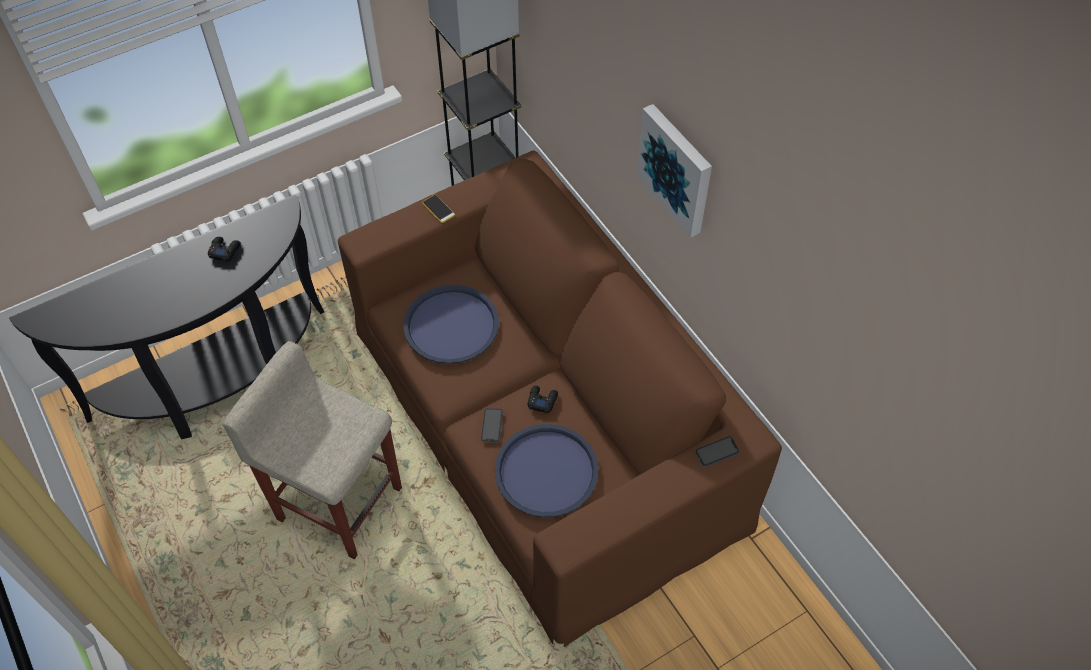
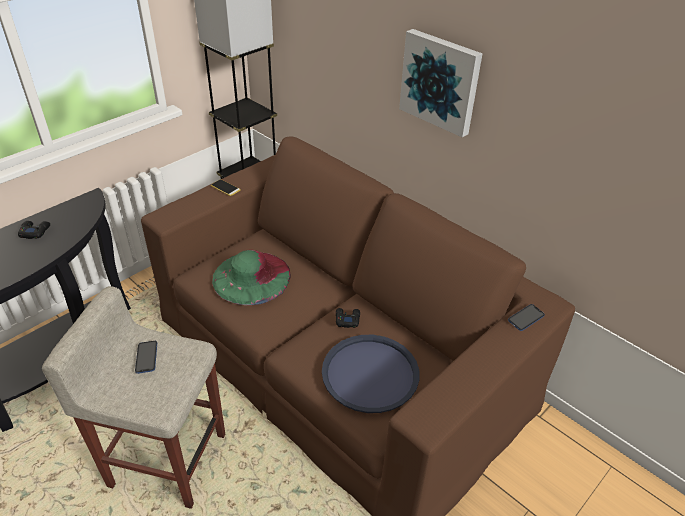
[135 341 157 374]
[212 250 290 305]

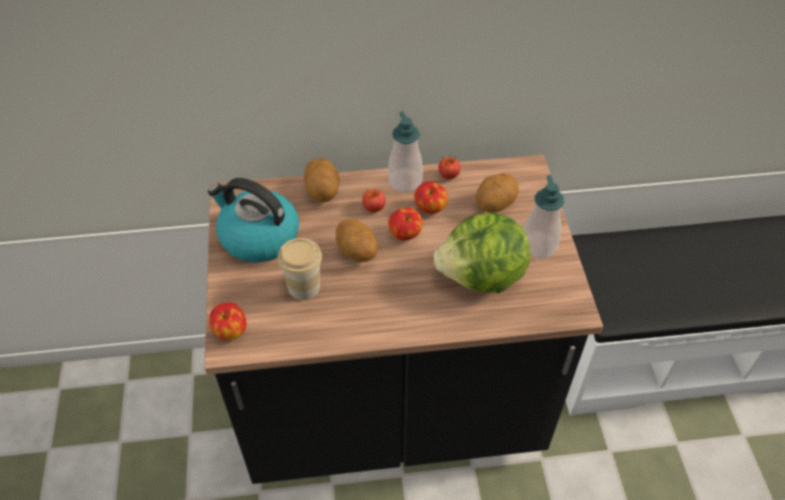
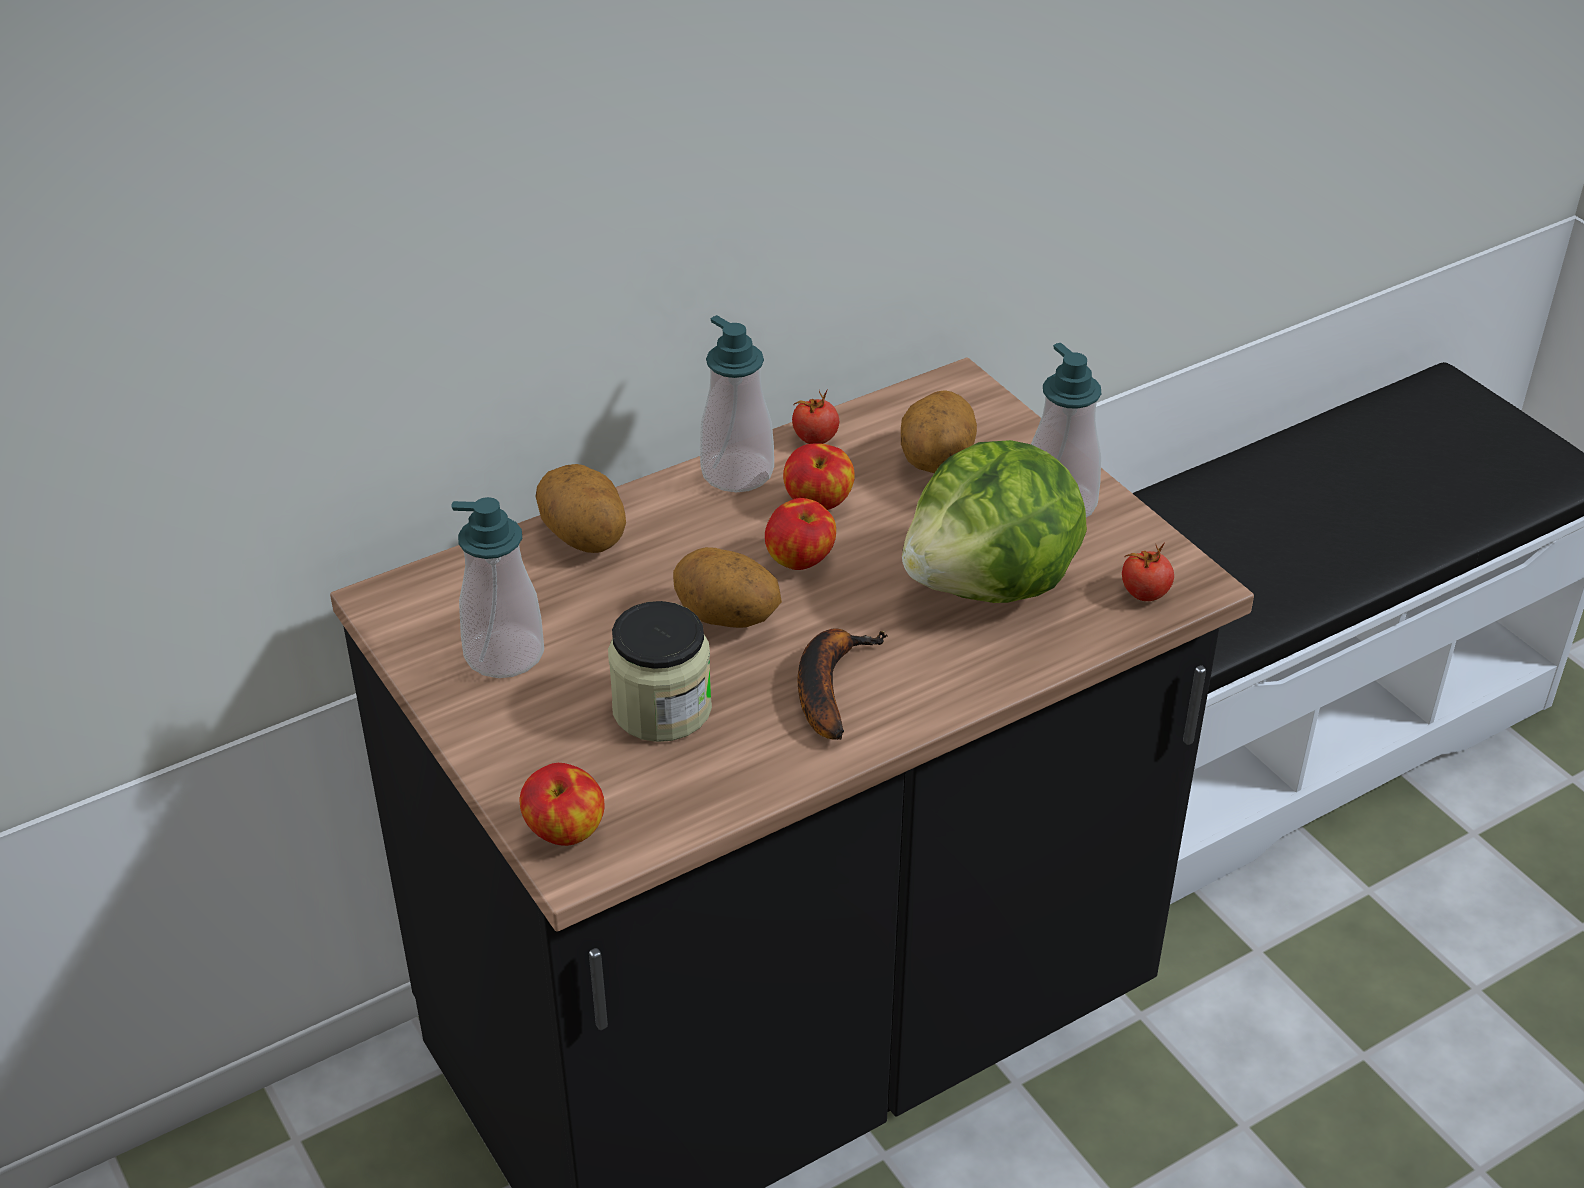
[452 497 544 678]
[608 601 712 742]
[798 628 888 740]
[1122 542 1174 601]

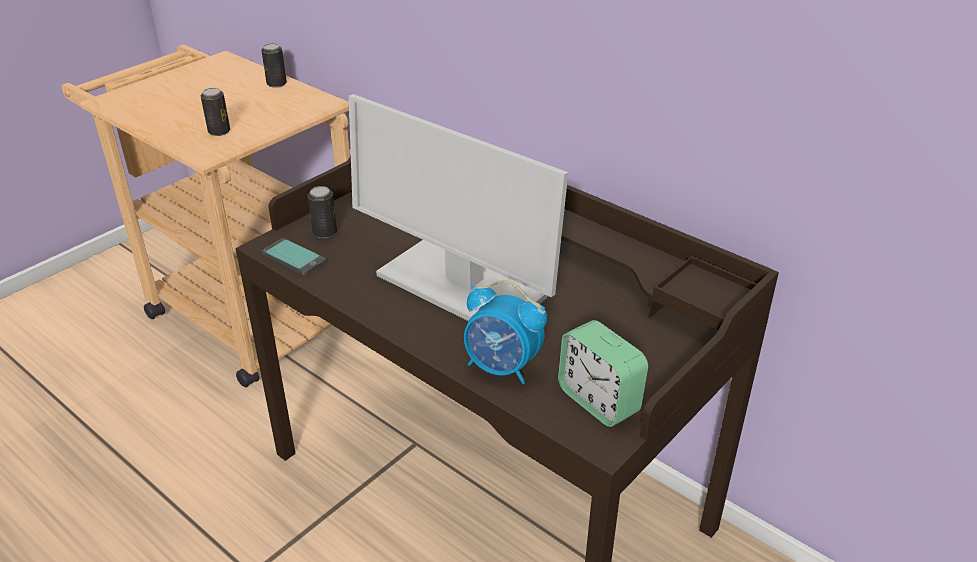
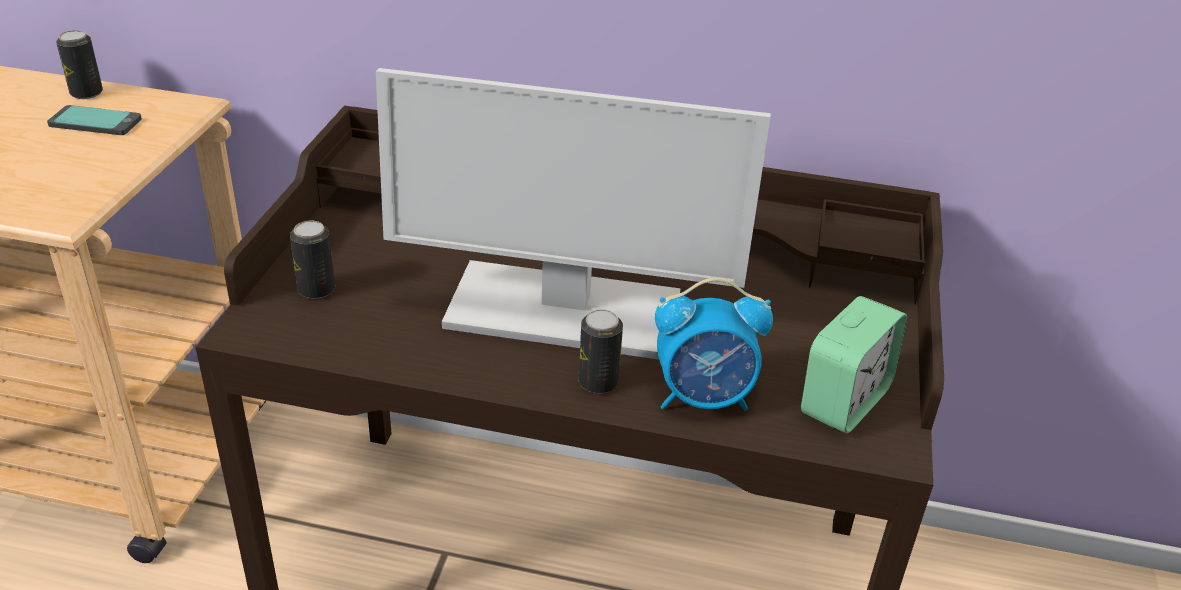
[47 105 142 135]
[579 309 623 394]
[801 296 907 434]

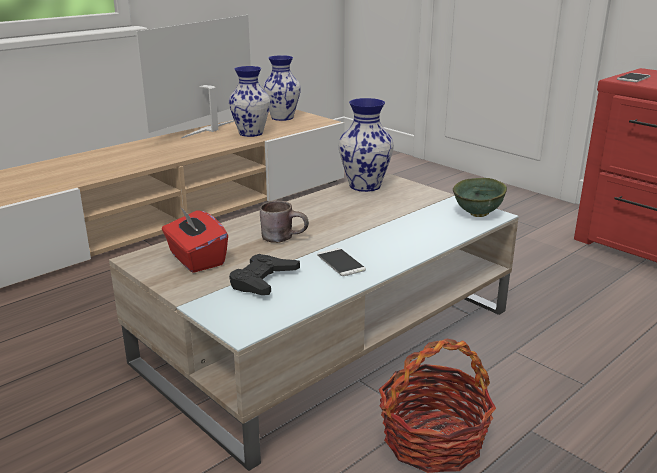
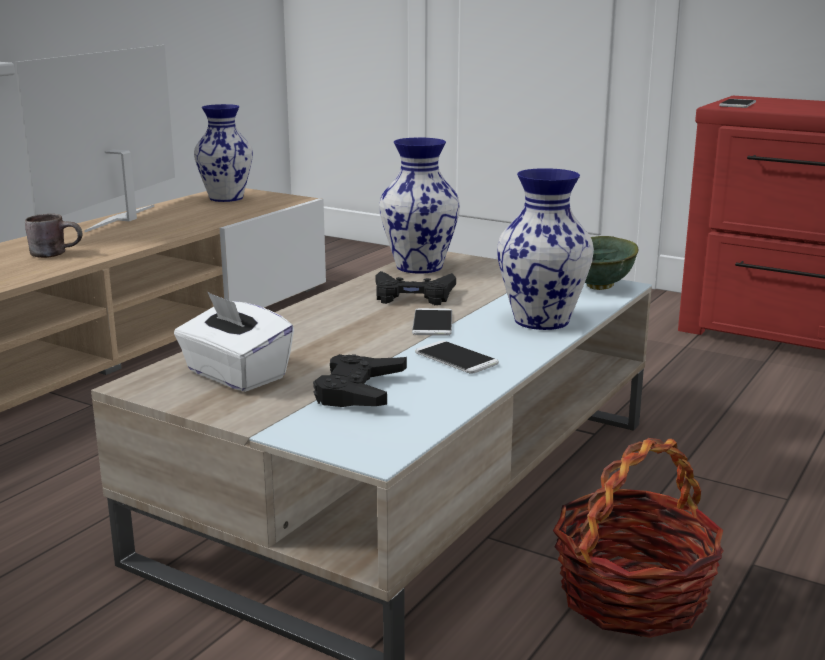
[25 214 83 258]
[174 291 294 392]
[375 271 456 305]
[412 308 452 336]
[497 168 594 330]

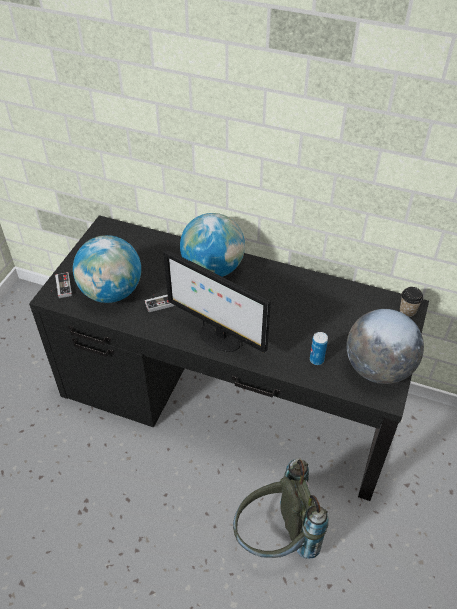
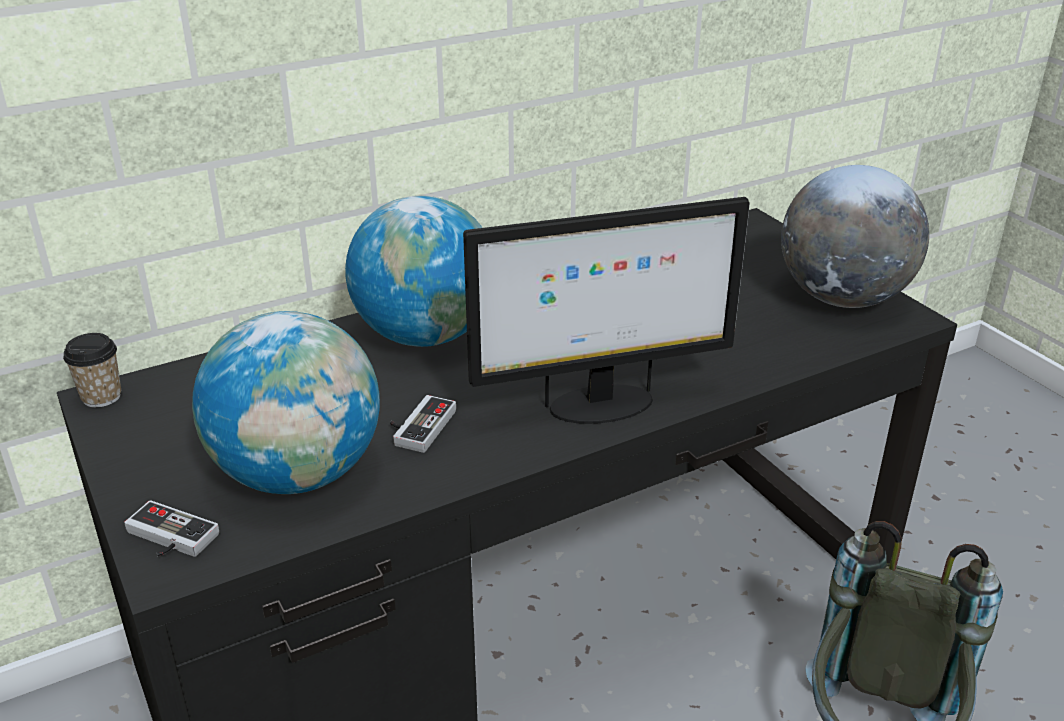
[63 333 121 408]
[310 332 328 365] (first image)

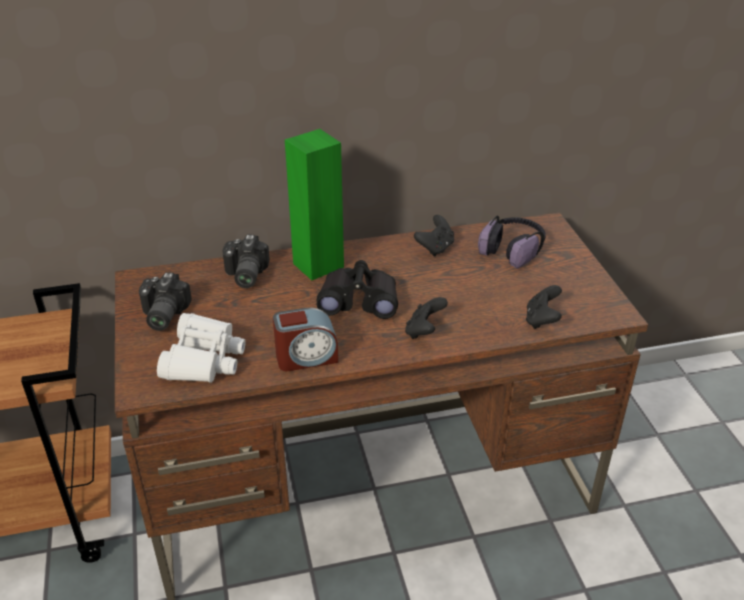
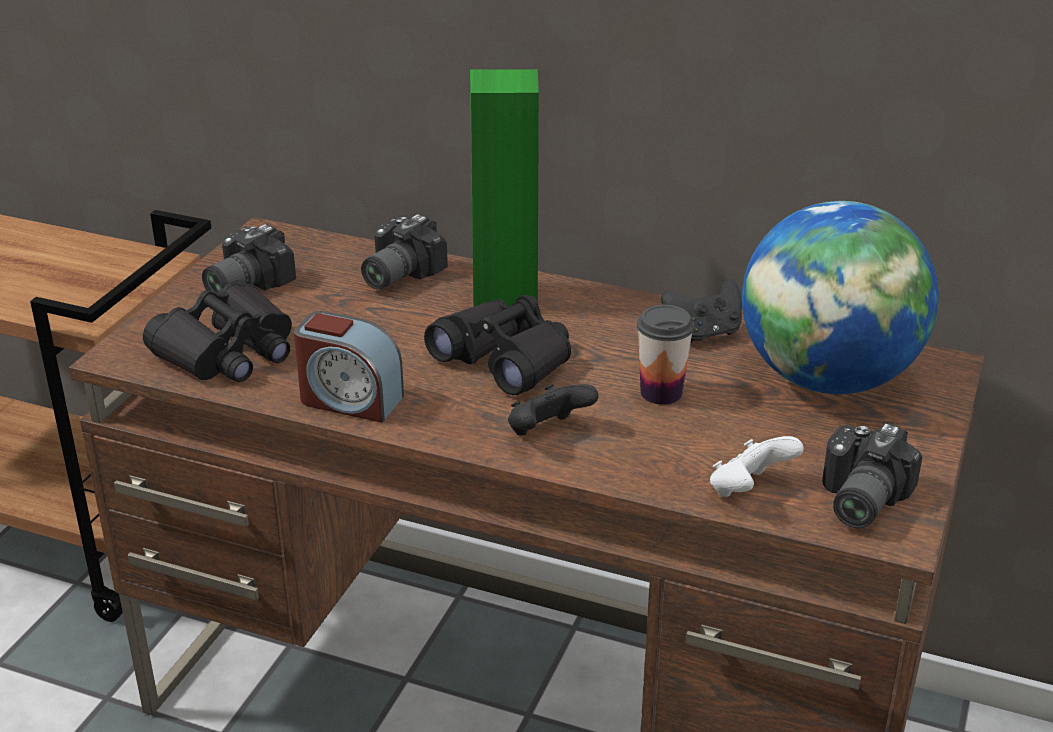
[143 280 292 382]
[637 305 694 405]
[710 436 804 497]
[742 201 939 394]
[822 423 922 528]

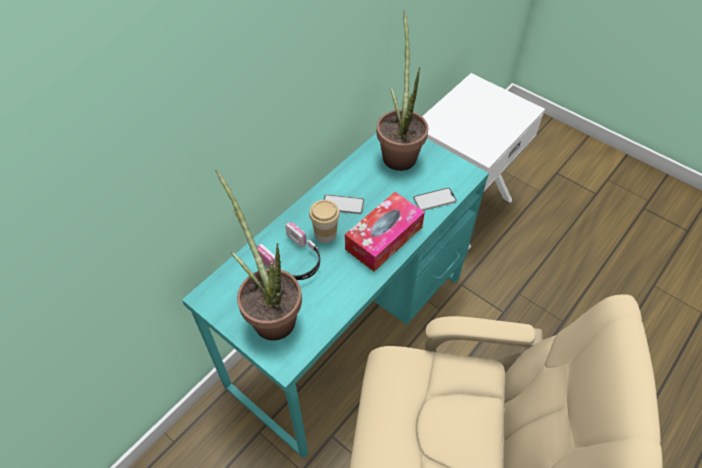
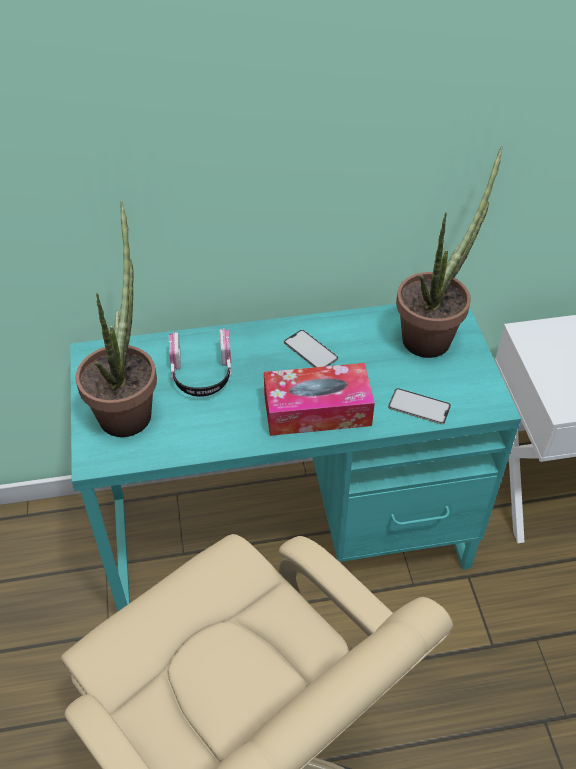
[309 200 340 243] (first image)

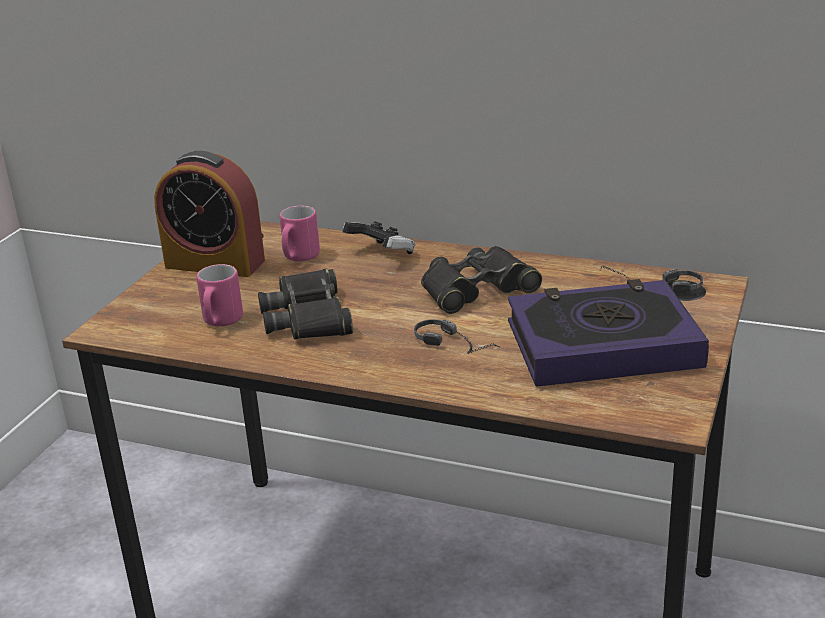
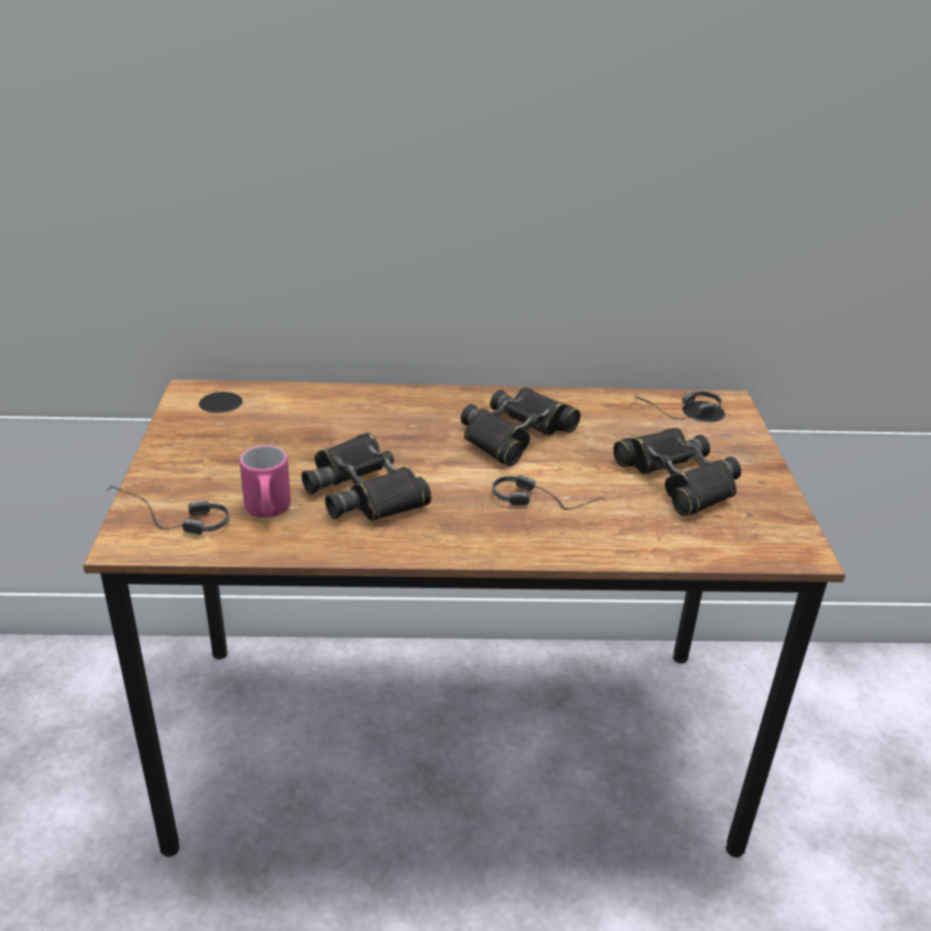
[106 486 230 534]
[613 428 741 517]
[154 151 265 277] (first image)
[280 206 320 261] (first image)
[342 222 415 254] (first image)

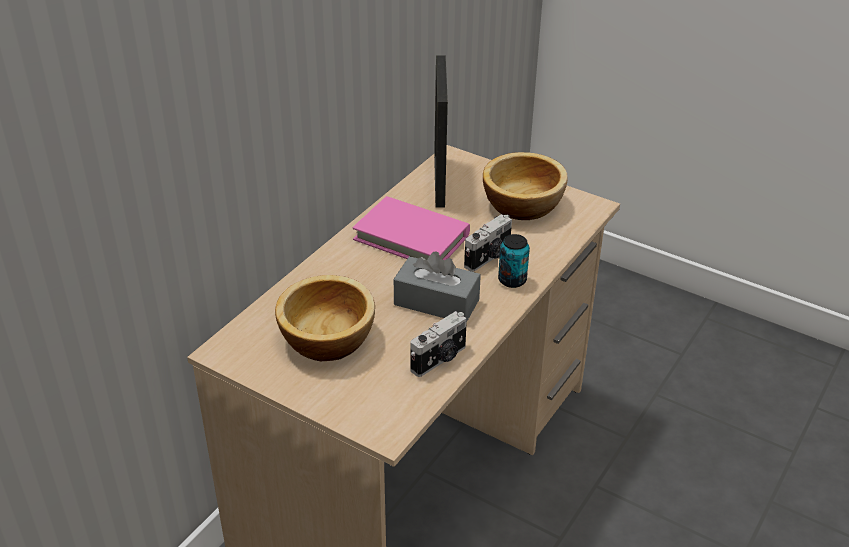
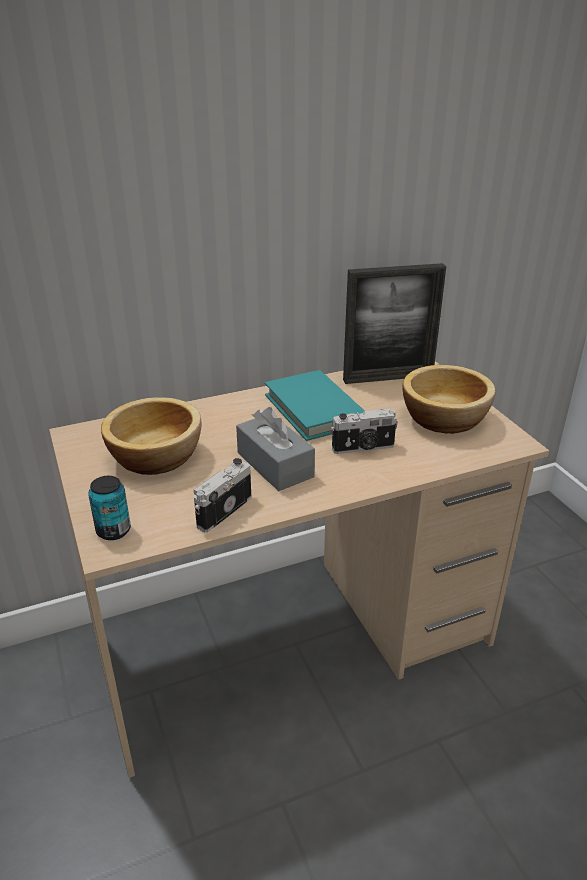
[88 476 131 540]
[194 458 251 532]
[265 370 364 441]
[343 263 446 384]

